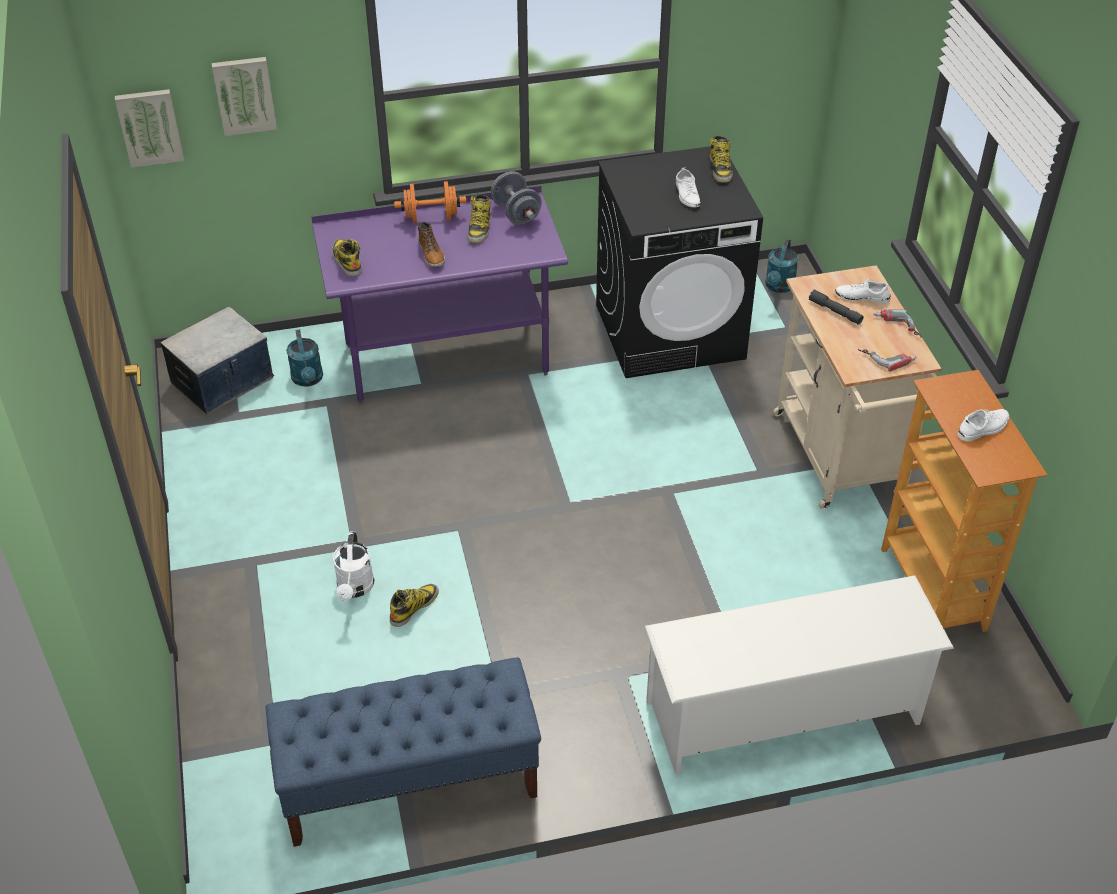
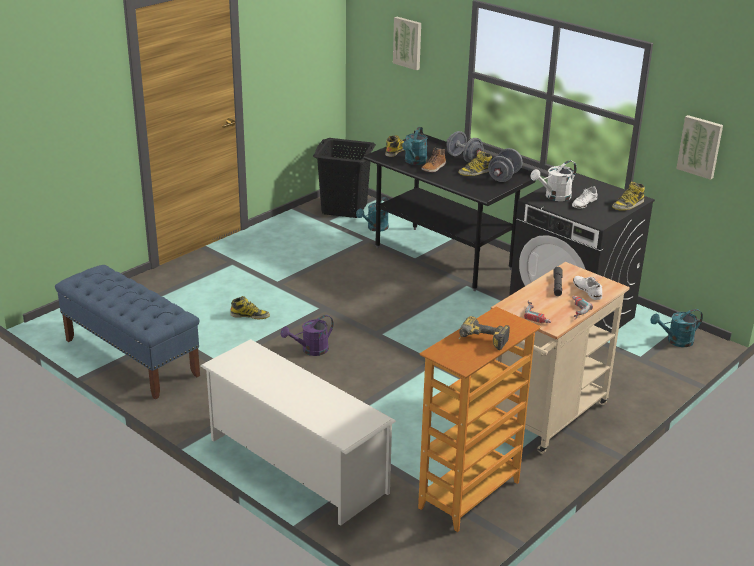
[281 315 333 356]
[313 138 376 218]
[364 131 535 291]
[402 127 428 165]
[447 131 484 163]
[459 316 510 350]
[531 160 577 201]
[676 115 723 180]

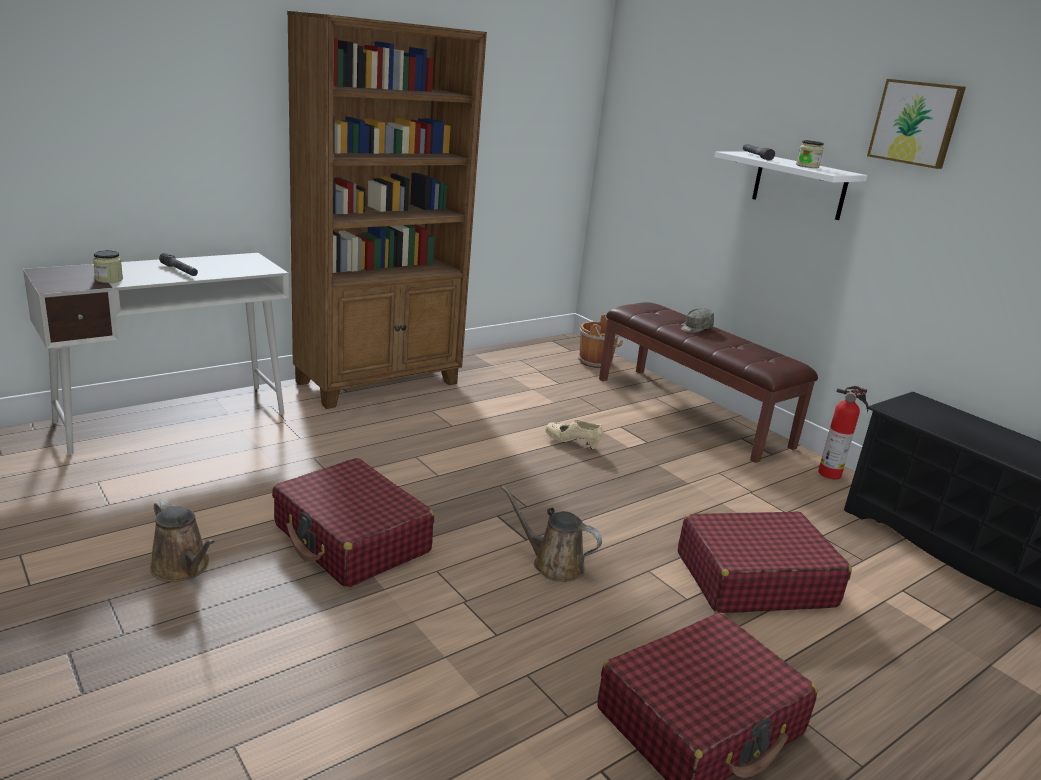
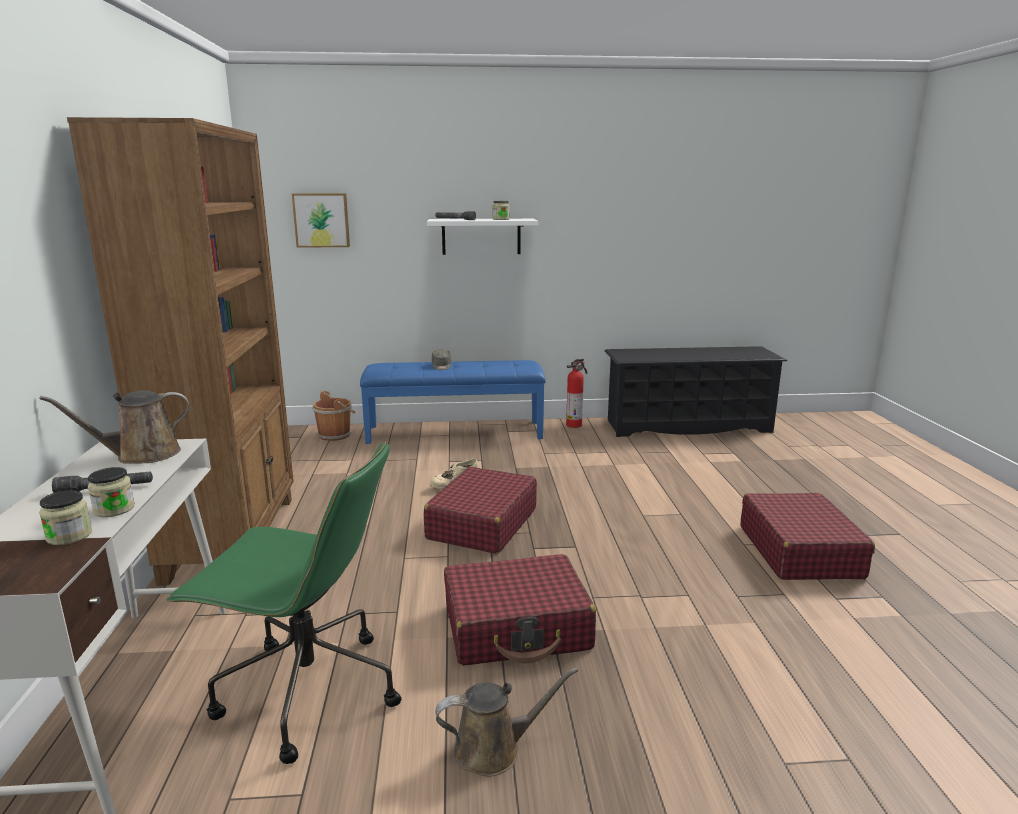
[39 390 189 464]
[88 467 135 517]
[166 440 402 764]
[292 193 350 248]
[360 360 546 444]
[424 467 537 554]

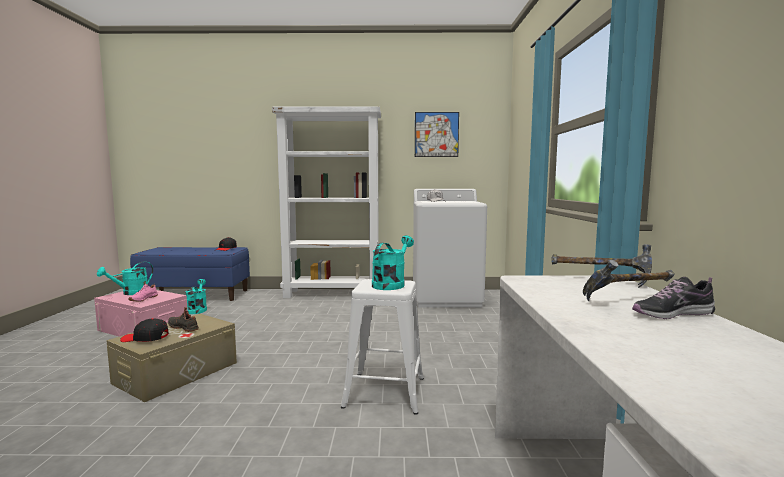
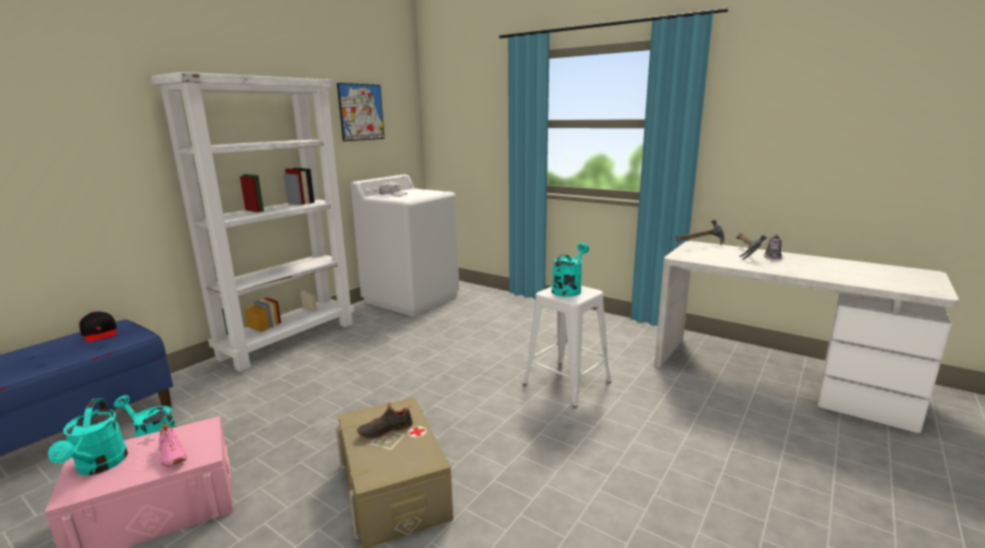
[551 243 589 297]
[120 318 169 342] (first image)

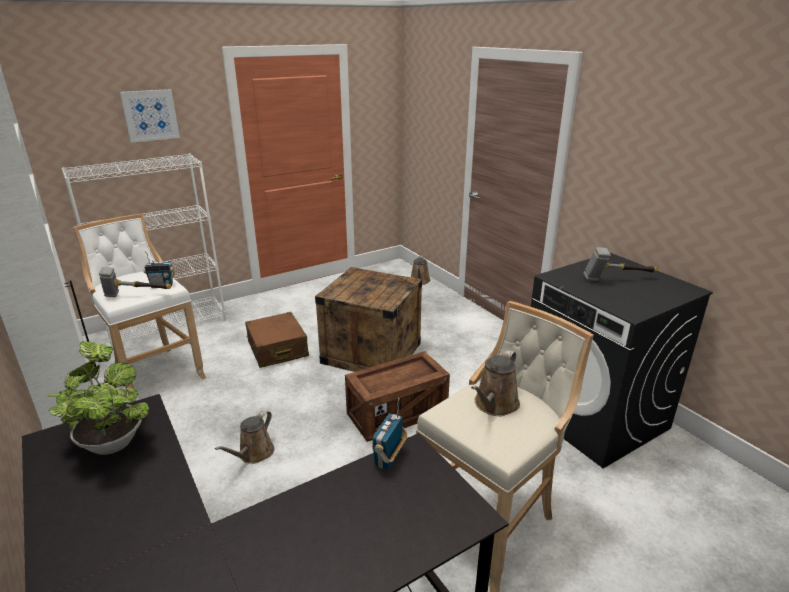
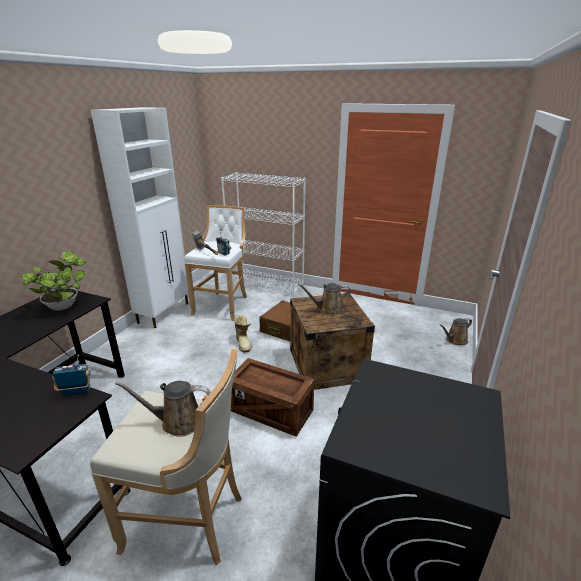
[234 315 252 352]
[298 283 351 315]
[120 89 180 143] (first image)
[584 247 658 281] (first image)

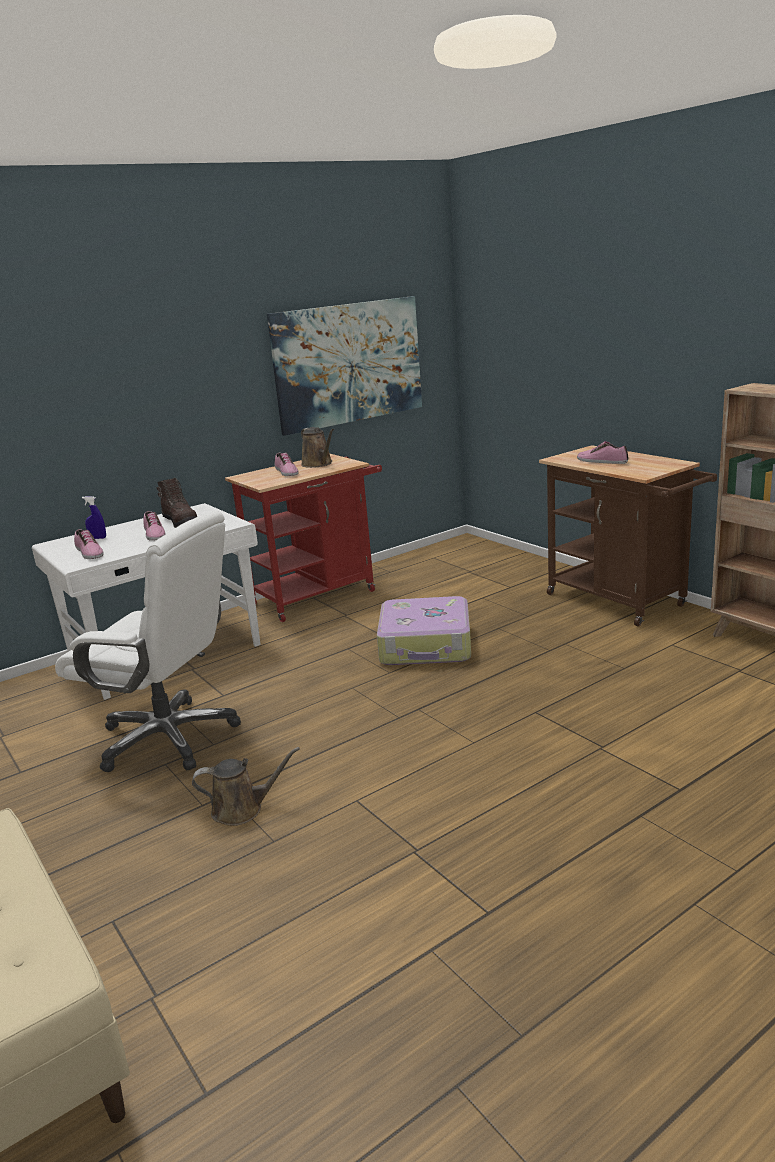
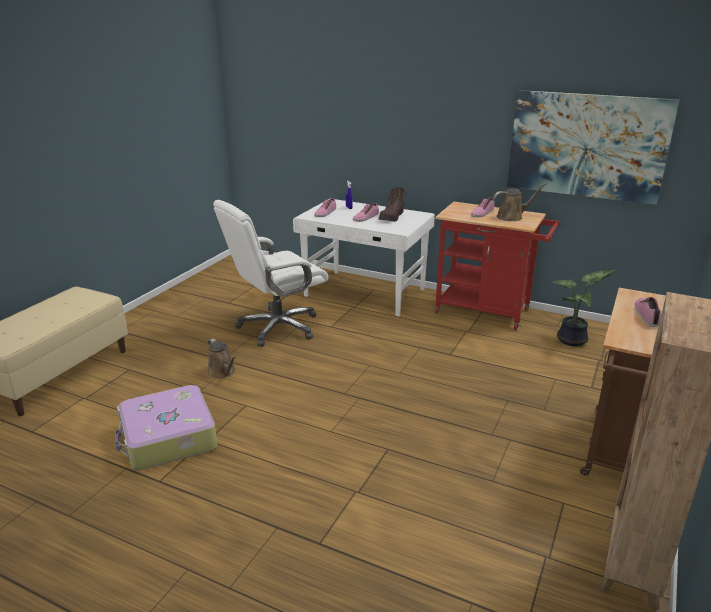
[115 385 217 470]
[213 200 328 347]
[493 183 547 221]
[552 270 617 346]

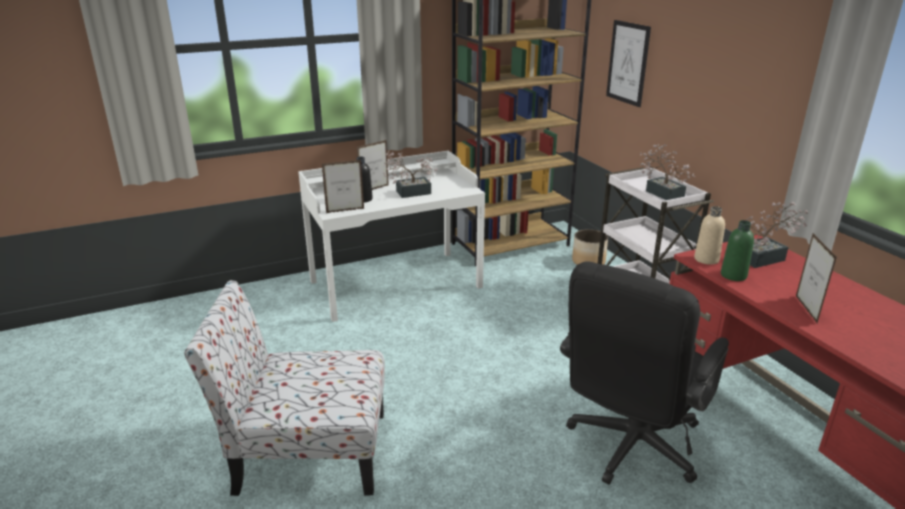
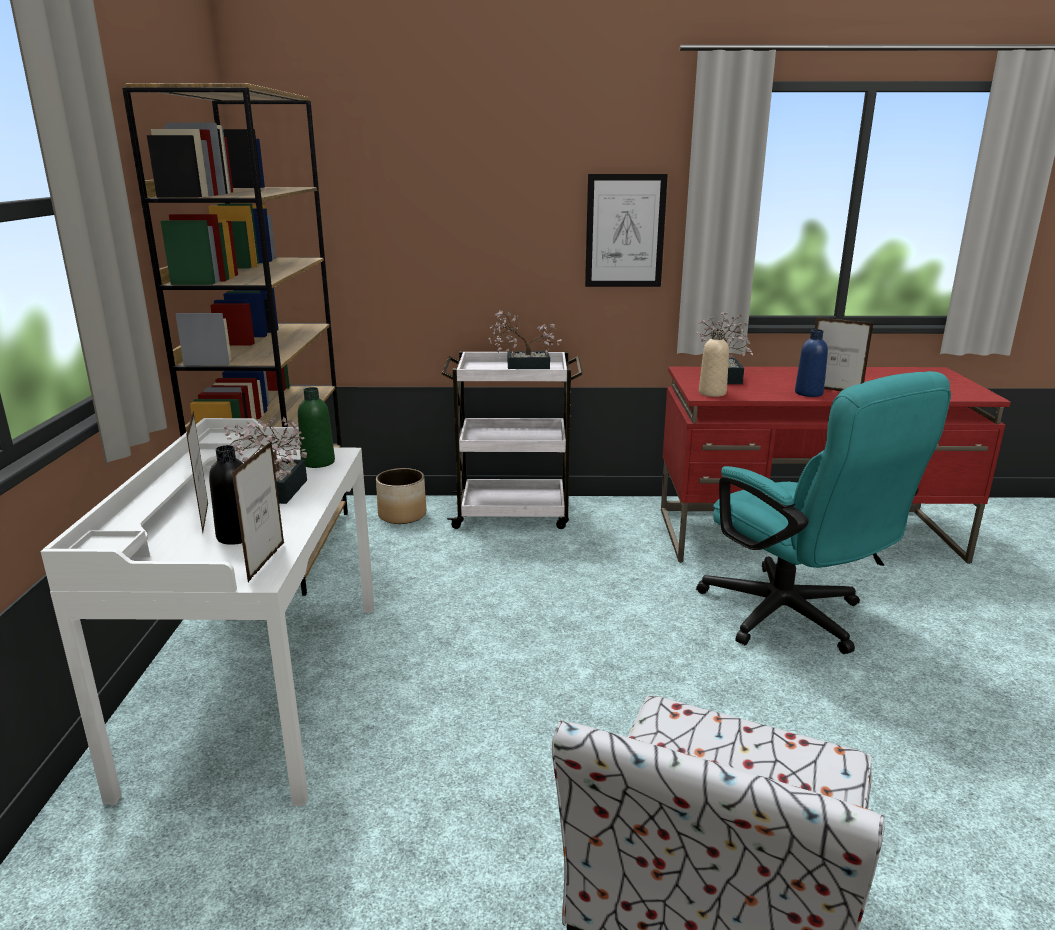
[298 387 335 468]
[585 174 668 287]
[696 371 951 654]
[795 329 828 397]

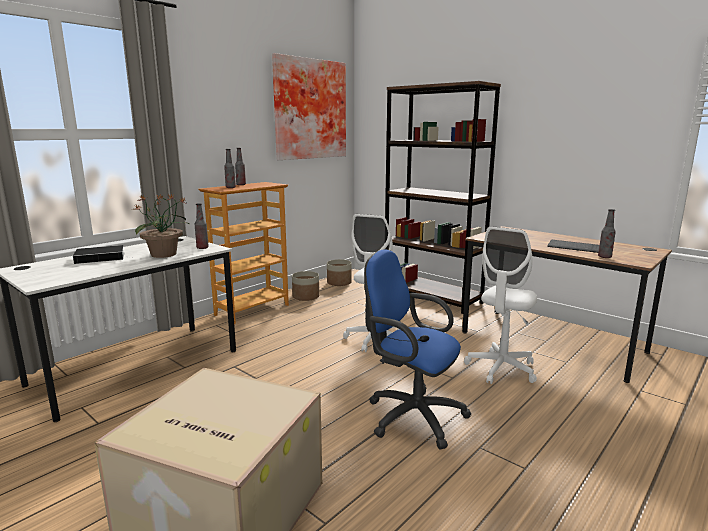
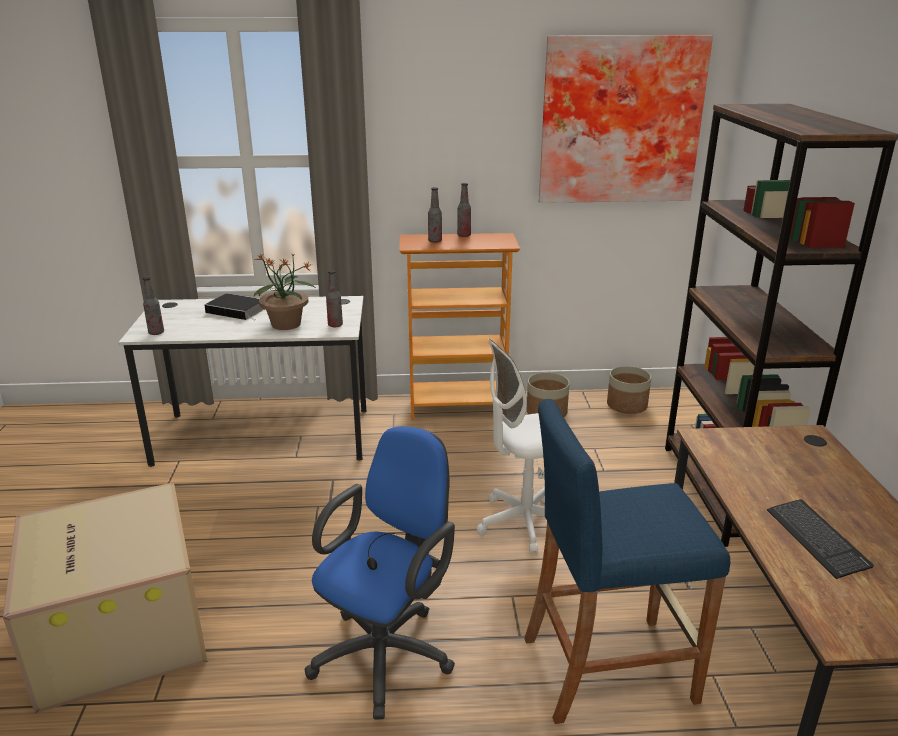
[143 277 164 335]
[305 426 455 719]
[524 399 730 724]

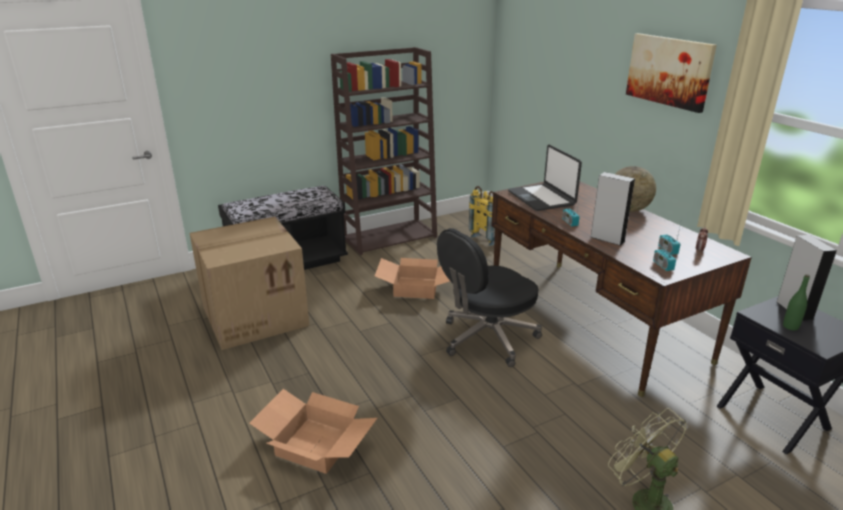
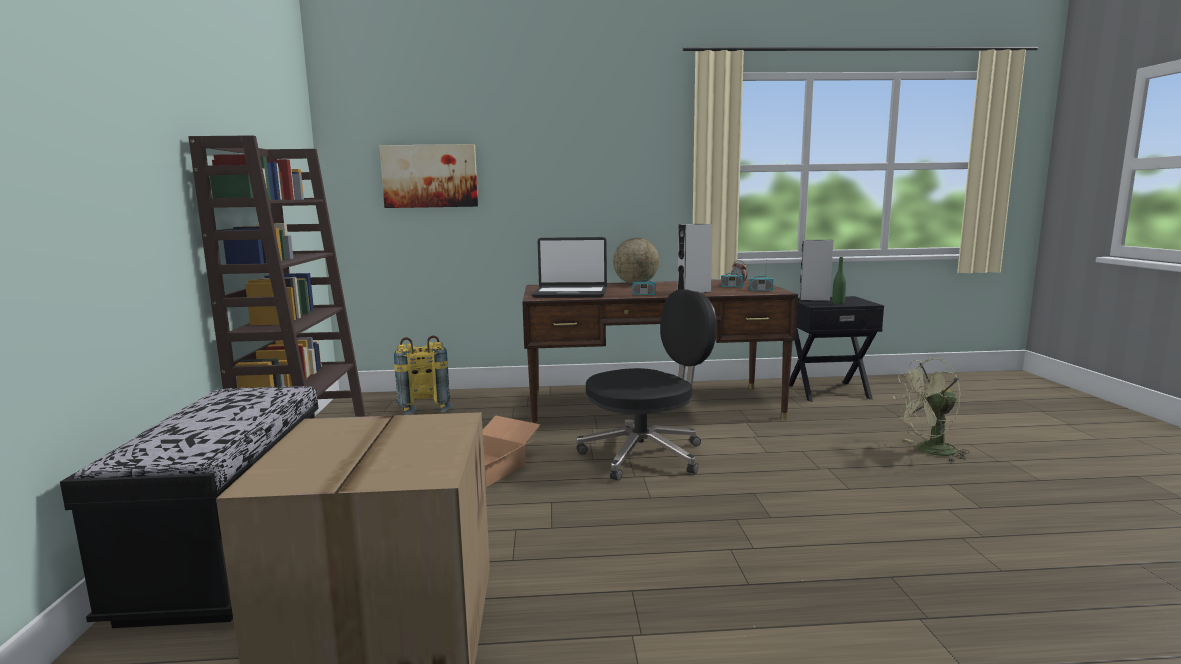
[380 144 478 208]
[576 289 717 481]
[249 389 377 474] (first image)

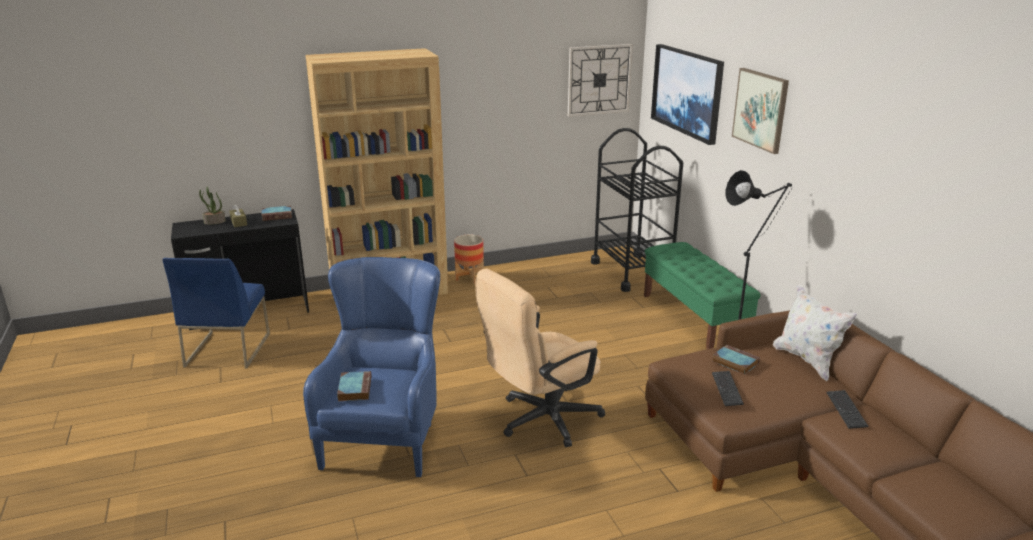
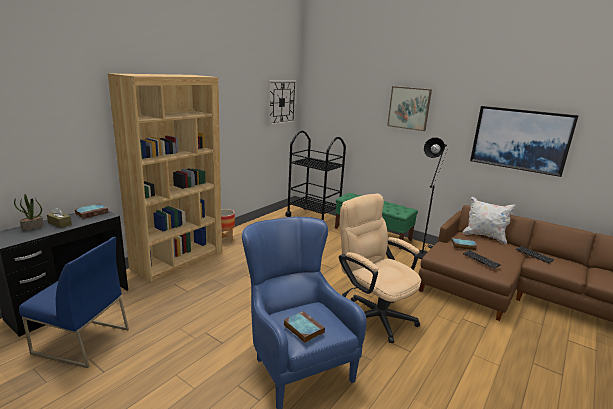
[19 237 129 368]
[339 193 421 343]
[470 106 579 177]

